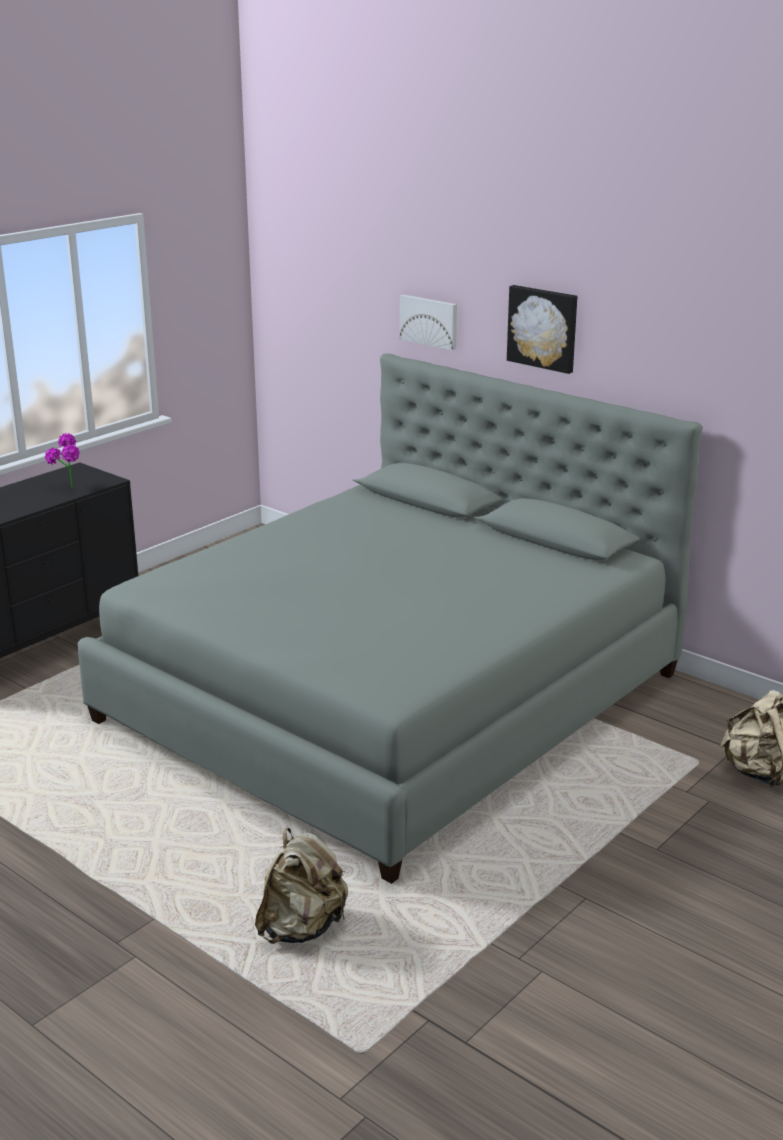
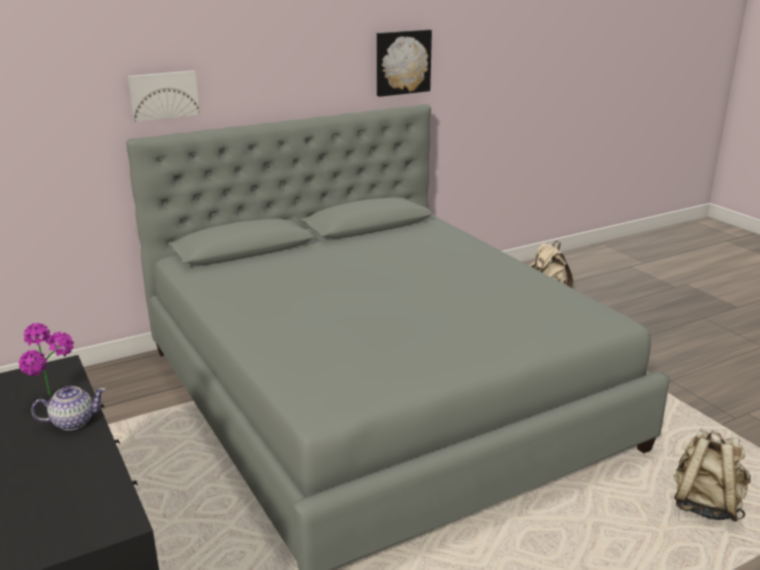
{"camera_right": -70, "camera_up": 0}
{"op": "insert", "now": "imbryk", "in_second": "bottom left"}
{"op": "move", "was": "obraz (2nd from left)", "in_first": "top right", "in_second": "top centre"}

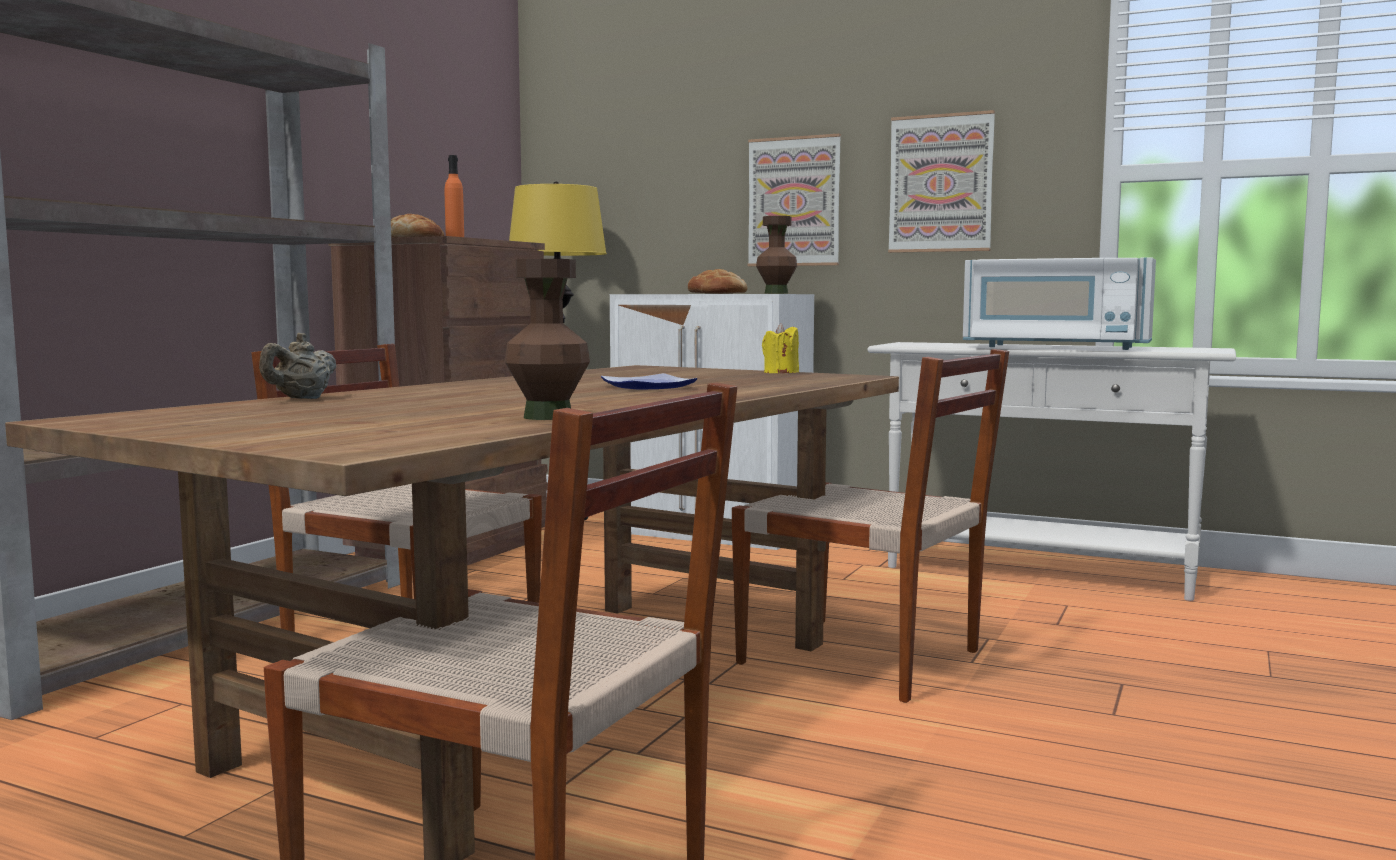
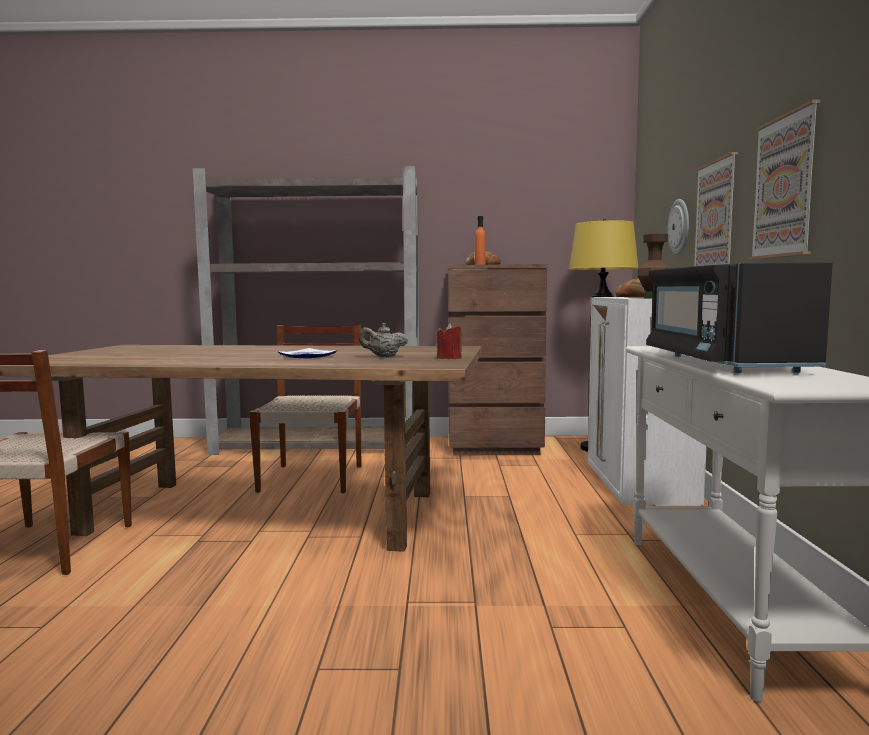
{"camera_right": 65, "camera_up": 0}
{"op": "move", "was": "imbryk (beżowy)", "in_first": "middle left", "in_second": "centre"}
{"op": "recolor", "was": "świeca (żółty)", "now": "świeca (czerwony)", "in_first": "centre", "in_second": "centre"}
{"op": "recolor", "was": "mikrofalówka (biały)", "now": "mikrofalówka (czarny)", "in_first": "middle right", "in_second": "middle right"}
{"op": "insert", "now": "zegar ścienny", "in_second": "top right"}
{"op": "delete", "was": "wazon (brązowy) (1st from left)", "in_first": "centre"}
{"op": "delete", "was": "krzesło (3rd from left)", "in_first": "centre"}

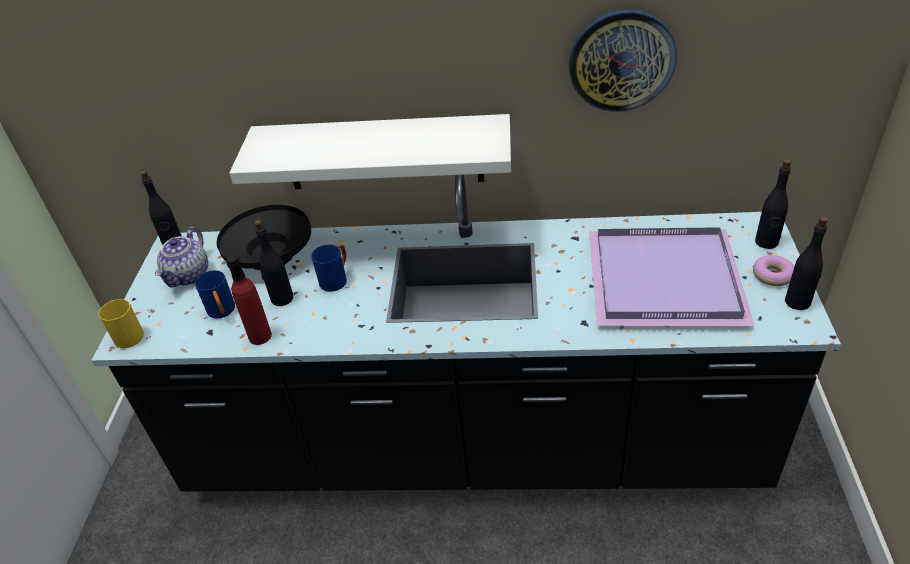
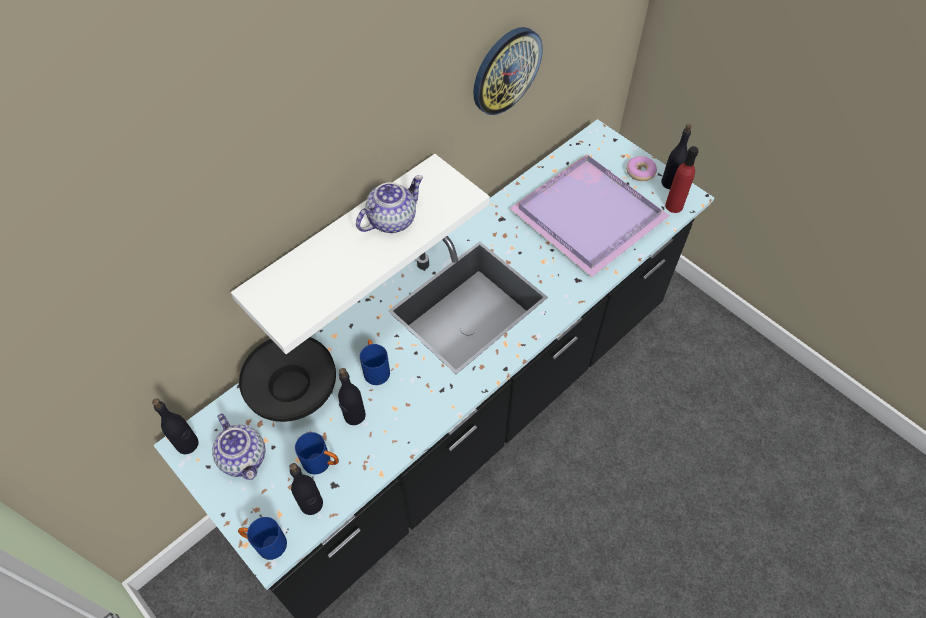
{"camera_right": -50, "camera_up": 15}
{"op": "recolor", "was": "kubek (żółty)", "now": "kubek (niebieski) (1st from left)", "in_first": "middle left", "in_second": "bottom left"}
{"op": "move", "was": "butelka (czarny) (3rd from left in the first image)", "now": "butelka (czarny) (2nd from left)", "in_first": "middle right", "in_second": "bottom left"}
{"op": "insert", "now": "imbryk (2nd from left)", "in_second": "top centre"}
{"op": "move", "was": "butelka (czerwony)", "in_first": "middle left", "in_second": "top right"}

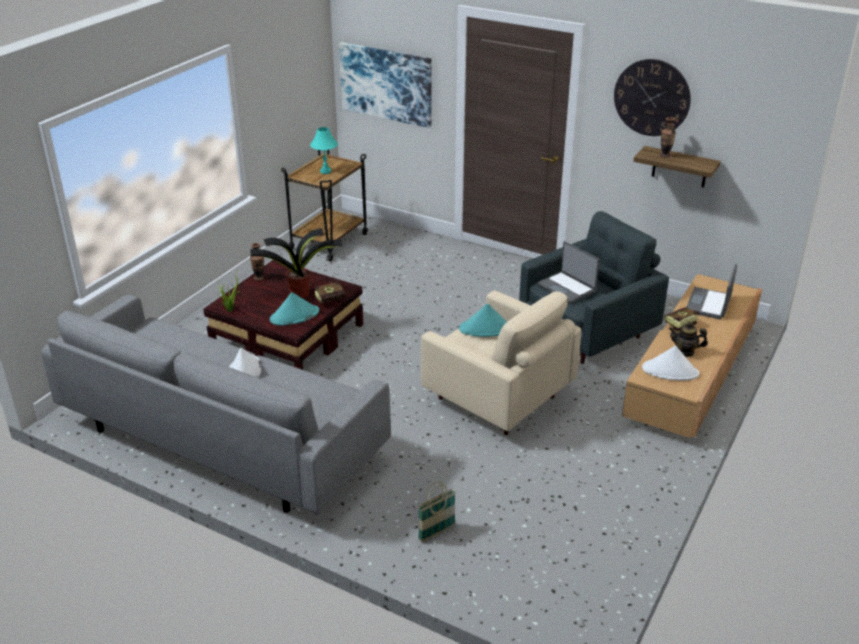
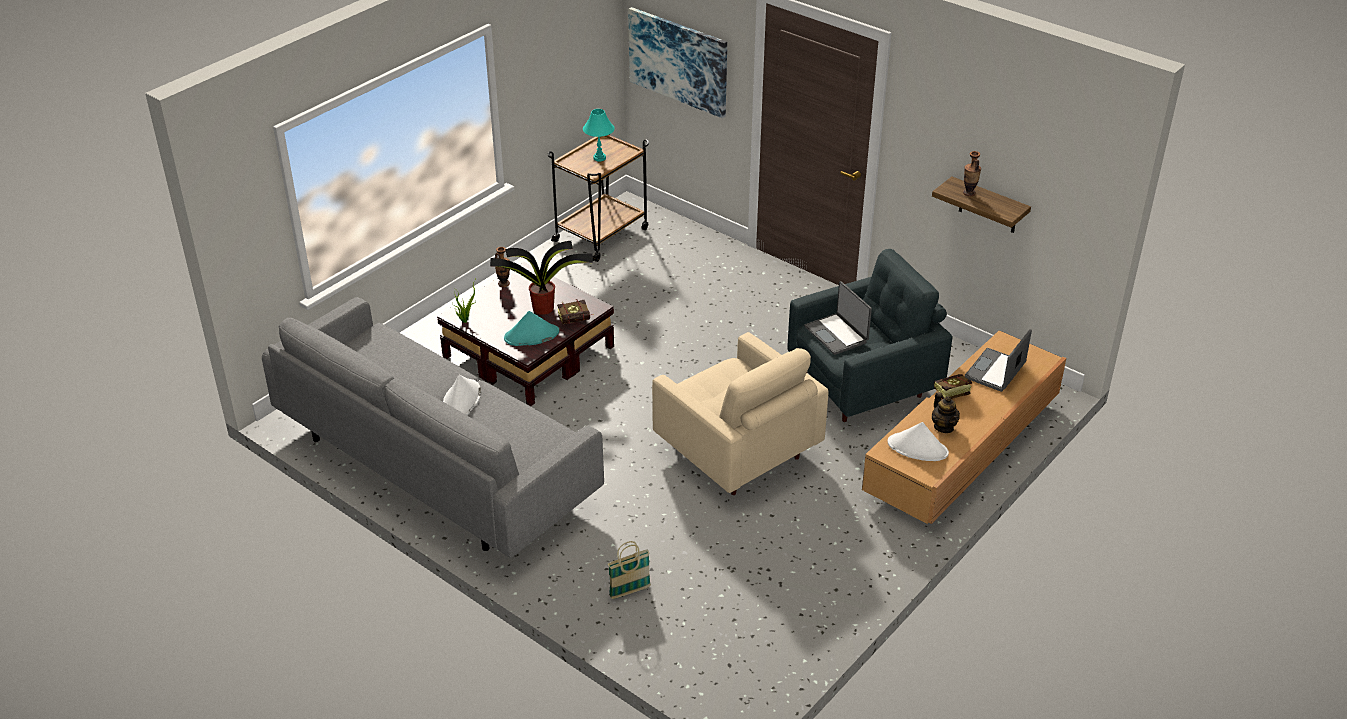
{"camera_right": 10, "camera_up": 5}
{"op": "rotate", "was": "imbryk", "in_first": "middle right", "in_second": "middle right", "clockwise": -135}
{"op": "delete", "was": "kapelusz (turkusowy) (2nd from left)", "in_first": "centre"}
{"op": "delete", "was": "zegar ścienny", "in_first": "top right"}

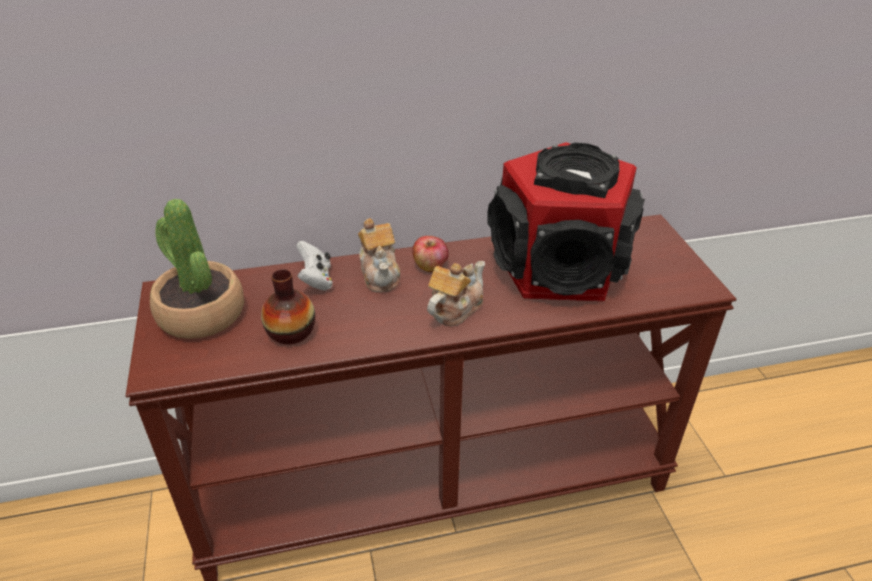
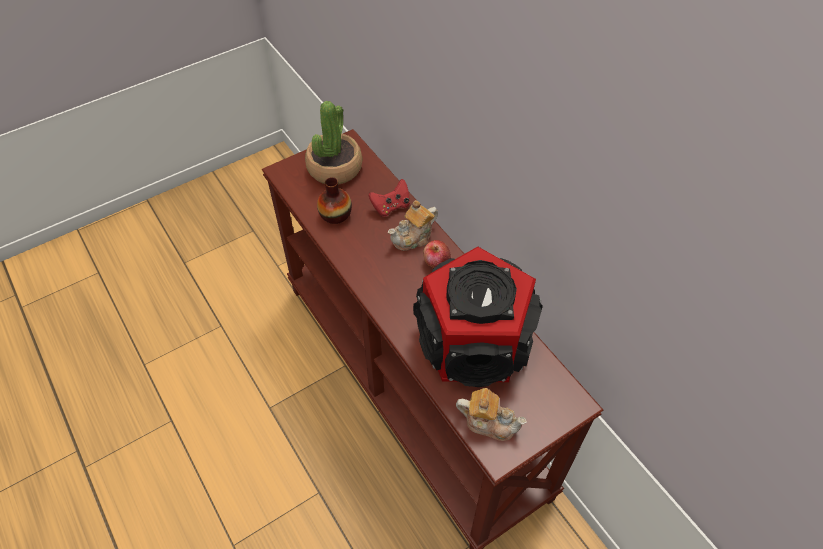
{"camera_right": 70, "camera_up": 15}
{"op": "recolor", "was": "pad do gier (biały)", "now": "pad do gier (czerwony)", "in_first": "centre", "in_second": "centre"}
{"op": "move", "was": "imbryk (2nd from left)", "in_first": "centre", "in_second": "bottom centre"}

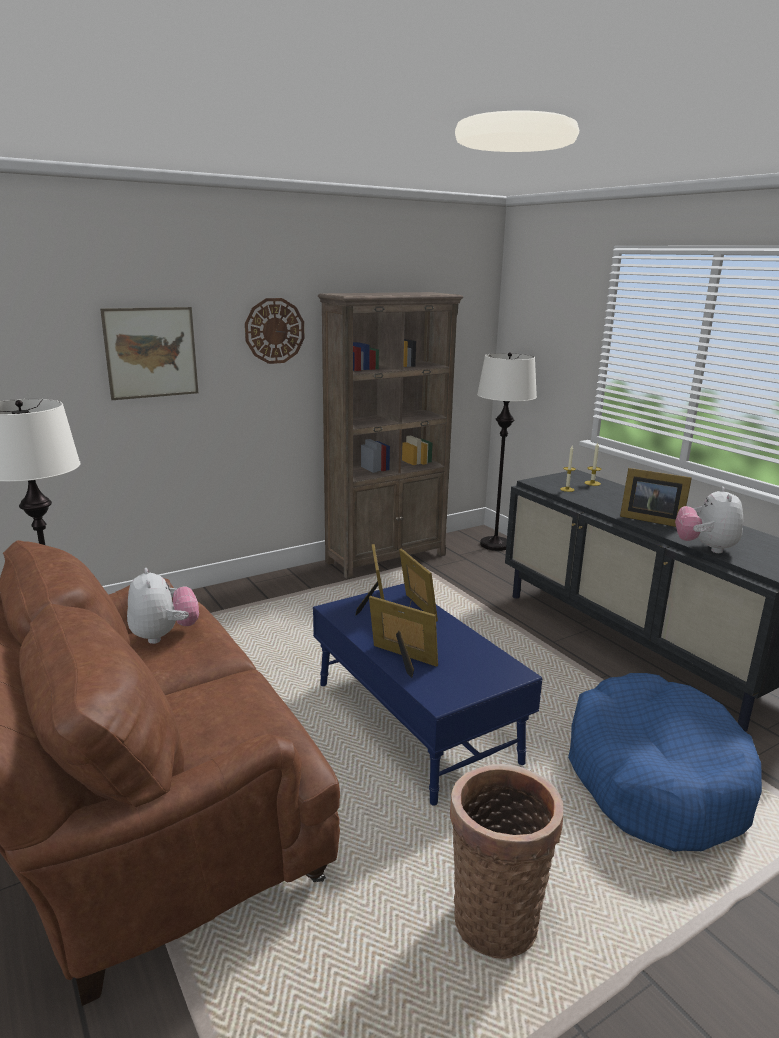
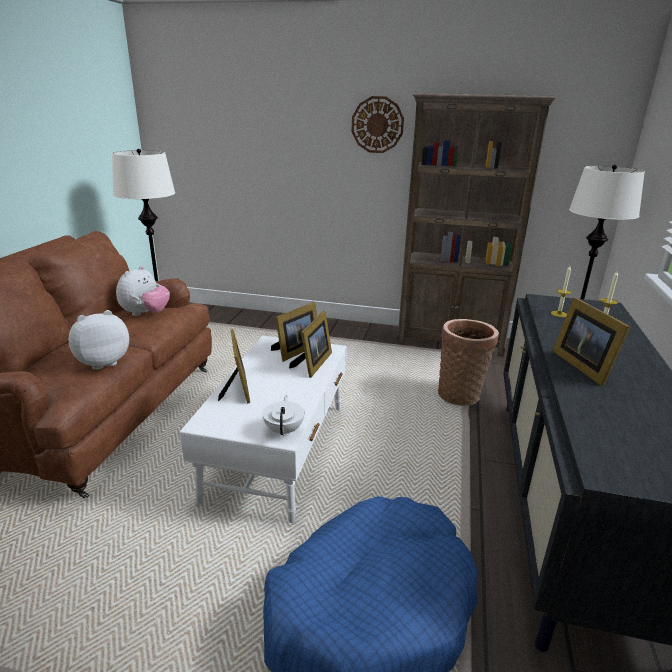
{"camera_right": 45, "camera_up": 5}
{"op": "move", "was": "pluszak (2nd from left in the first image)", "now": "pluszak (1st from left)", "in_first": "middle right", "in_second": "middle left"}
{"op": "recolor", "was": "ława (niebieski)", "now": "ława (biały)", "in_first": "bottom centre", "in_second": "centre"}
{"op": "insert", "now": "imbryk (biały)", "in_second": "centre"}
{"op": "move", "was": "koszyk", "in_first": "bottom centre", "in_second": "middle right"}
{"op": "delete", "was": "obraz", "in_first": "middle left"}

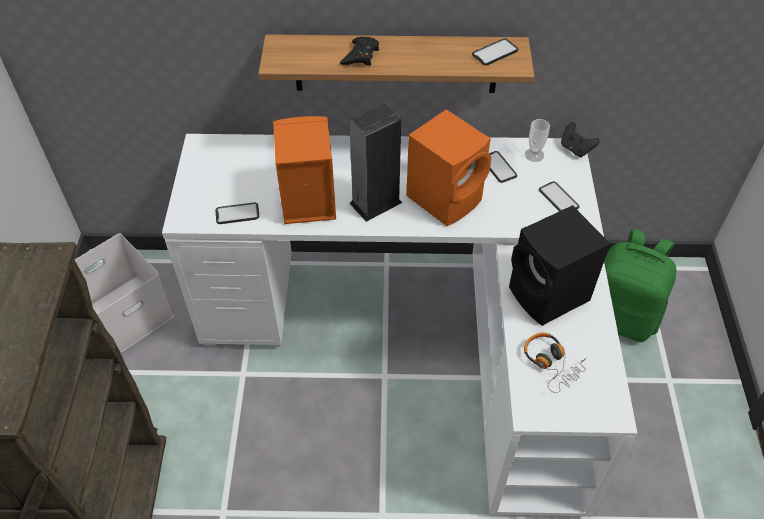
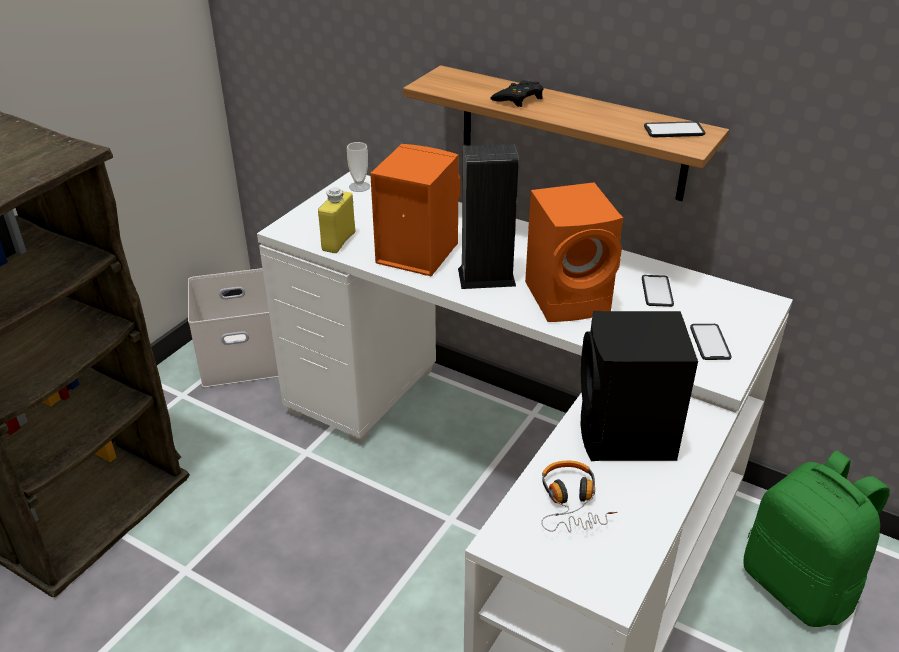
{"camera_right": 30, "camera_up": -15}
{"op": "replace", "was": "telefon (1st from left)", "now": "butelka (żółty)", "in_first": "middle left", "in_second": "centre"}
{"op": "move", "was": "filiżanka", "in_first": "top right", "in_second": "top centre"}
{"op": "delete", "was": "pad do gier (czarny) (2nd from left)", "in_first": "top right"}

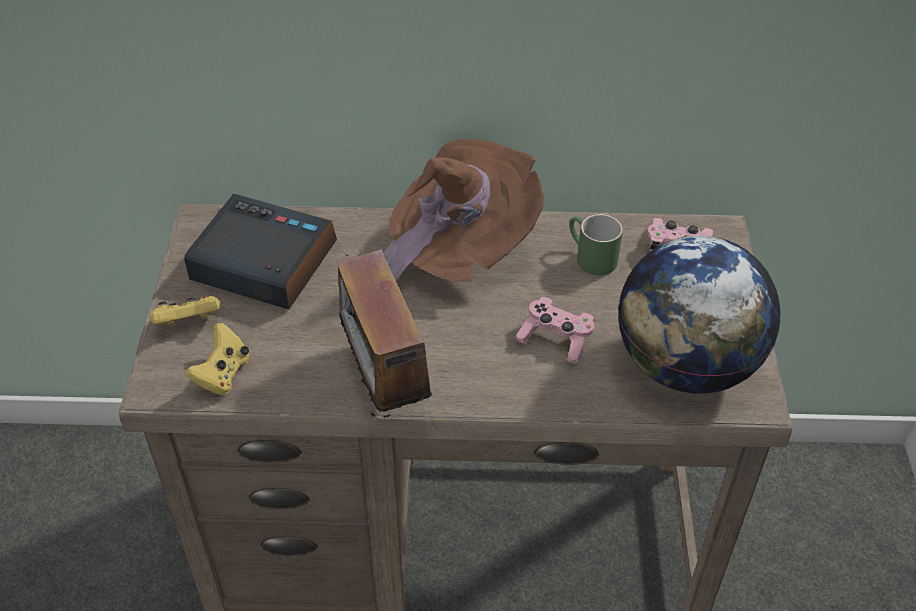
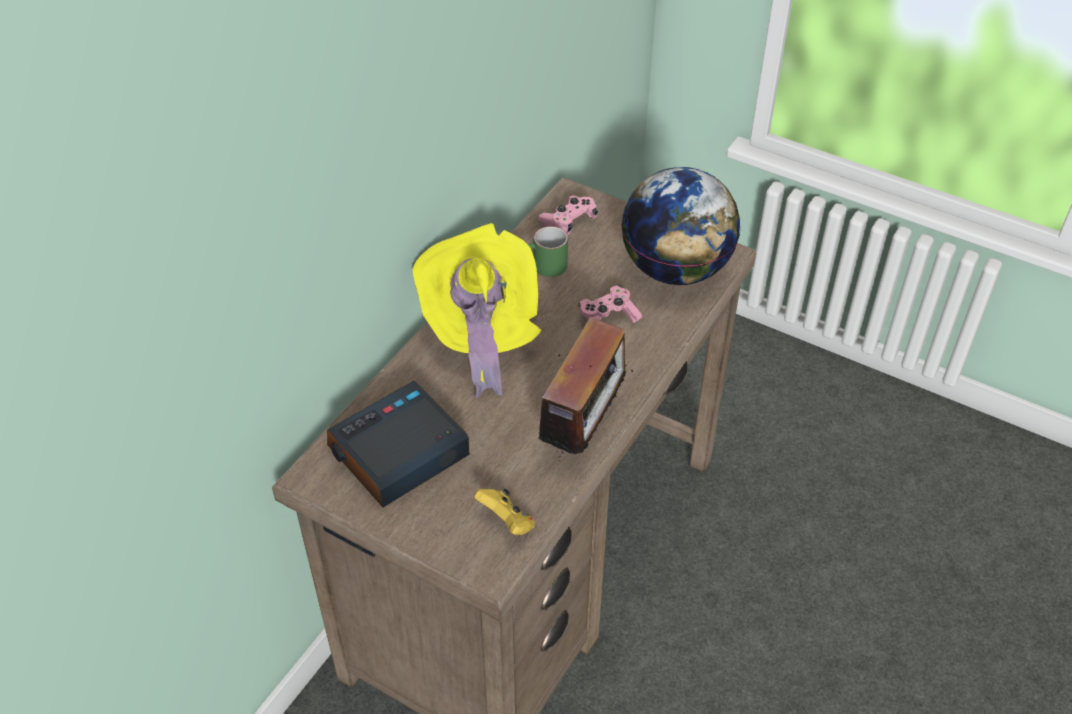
{"camera_right": -60, "camera_up": 0}
{"op": "recolor", "was": "kapelusz (brązowy)", "now": "kapelusz (żółty)", "in_first": "centre", "in_second": "centre"}
{"op": "rotate", "was": "radio", "in_first": "centre", "in_second": "centre", "clockwise": -75}
{"op": "delete", "was": "pad do gier (żółty) (1st from left)", "in_first": "middle left"}

